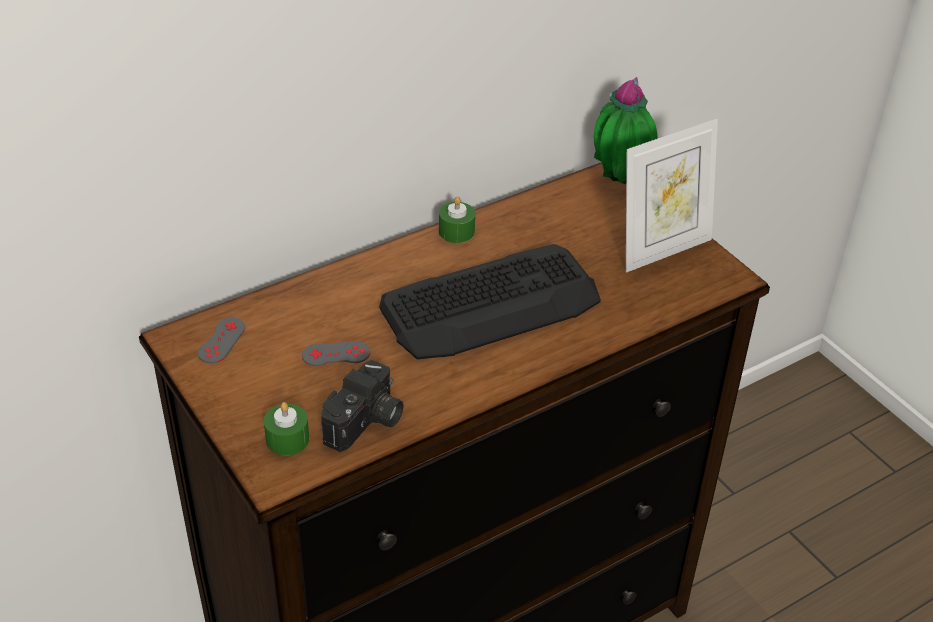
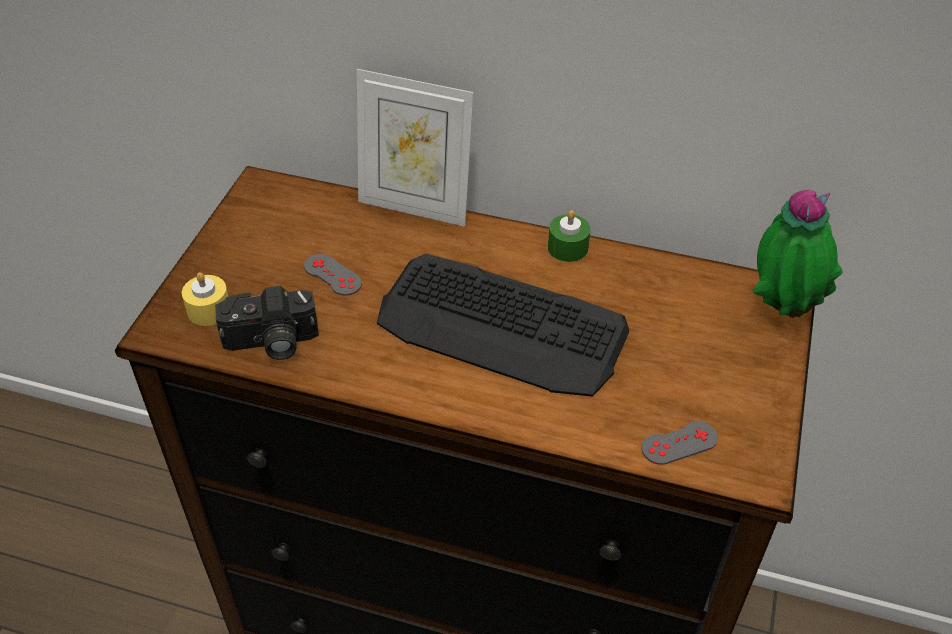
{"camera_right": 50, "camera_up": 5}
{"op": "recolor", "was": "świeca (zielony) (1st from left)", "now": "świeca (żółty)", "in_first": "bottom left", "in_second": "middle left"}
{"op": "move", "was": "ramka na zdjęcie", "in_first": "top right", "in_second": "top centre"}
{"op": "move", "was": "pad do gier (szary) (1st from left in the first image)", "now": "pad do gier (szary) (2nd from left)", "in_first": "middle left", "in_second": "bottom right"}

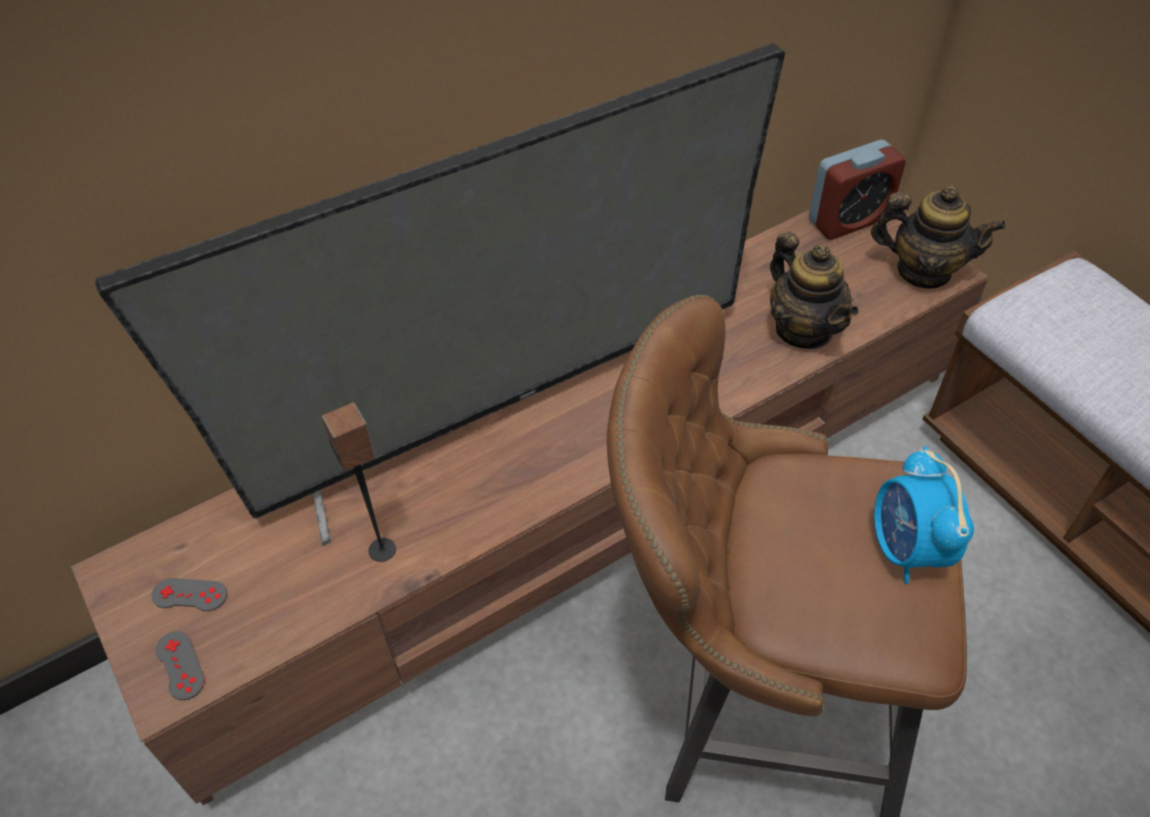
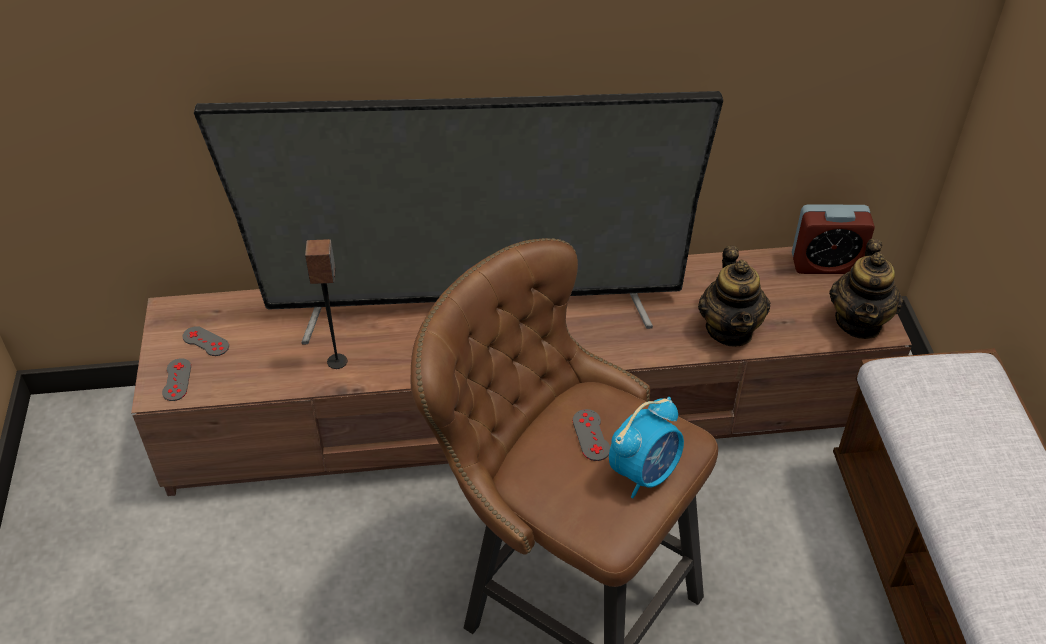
{"camera_right": 25, "camera_up": -5}
{"op": "insert", "now": "pad do gier (szary) (3rd from left)", "in_second": "bottom centre"}
{"op": "rotate", "was": "budzik (2nd from left in the first image)", "in_first": "middle right", "in_second": "bottom centre", "clockwise": -150}
{"op": "rotate", "was": "imbryk (2nd from left)", "in_first": "top right", "in_second": "middle right", "clockwise": 60}

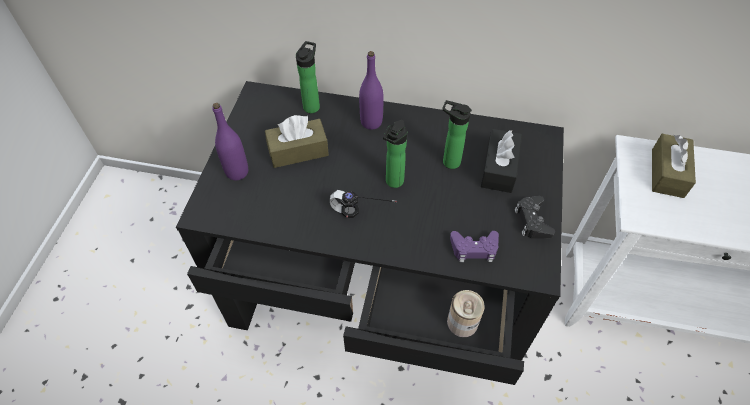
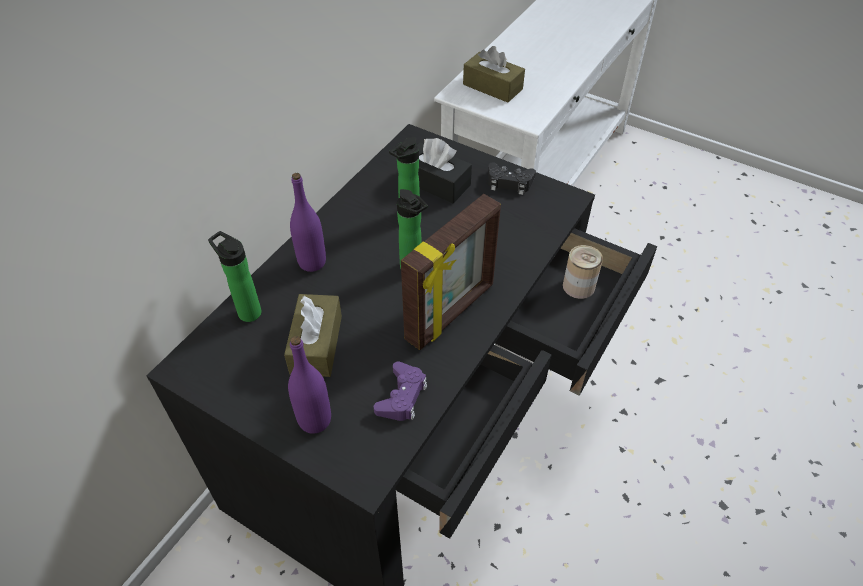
{"camera_right": -70, "camera_up": -5}
{"op": "move", "was": "pad do gier (fioletowy)", "in_first": "centre", "in_second": "bottom centre"}
{"op": "replace", "was": "słuchawki", "now": "ramka na zdjęcie", "in_first": "centre", "in_second": "centre"}

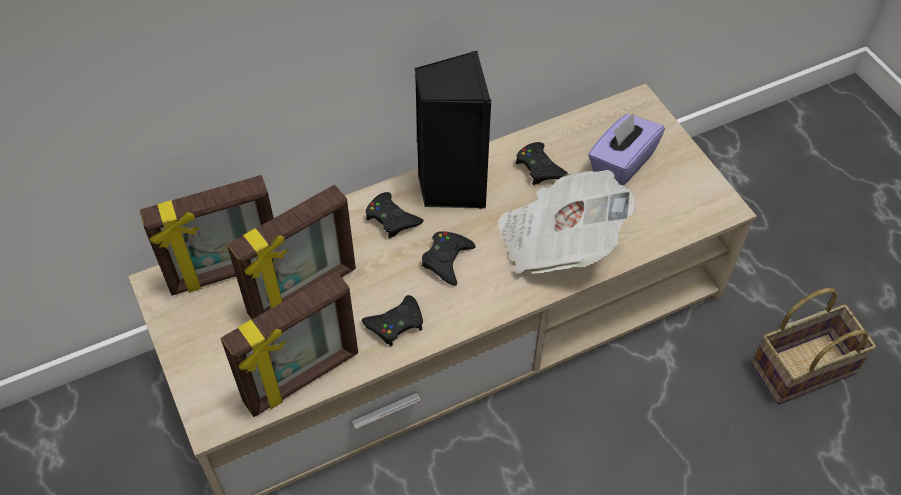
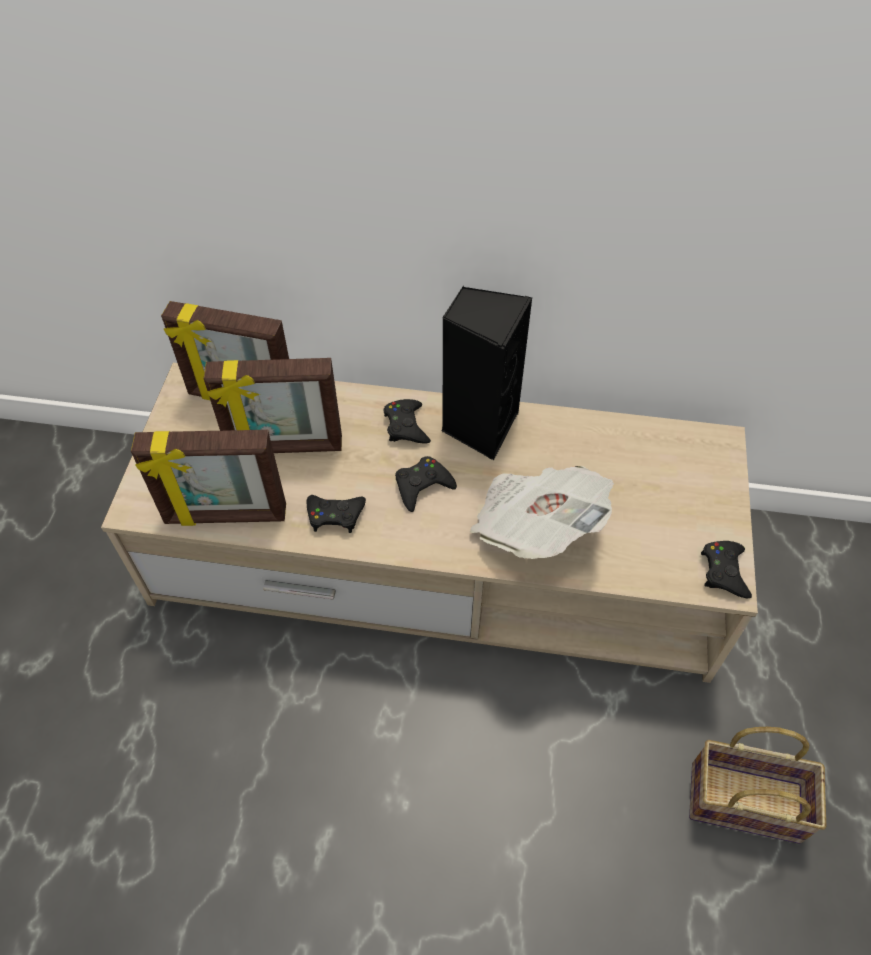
{"camera_right": 35, "camera_up": 0}
{"op": "move", "was": "pad do gier (czarny) (4th from left)", "in_first": "top centre", "in_second": "middle right"}
{"op": "delete", "was": "pudełko chusteczek (fioletowy)", "in_first": "top right"}

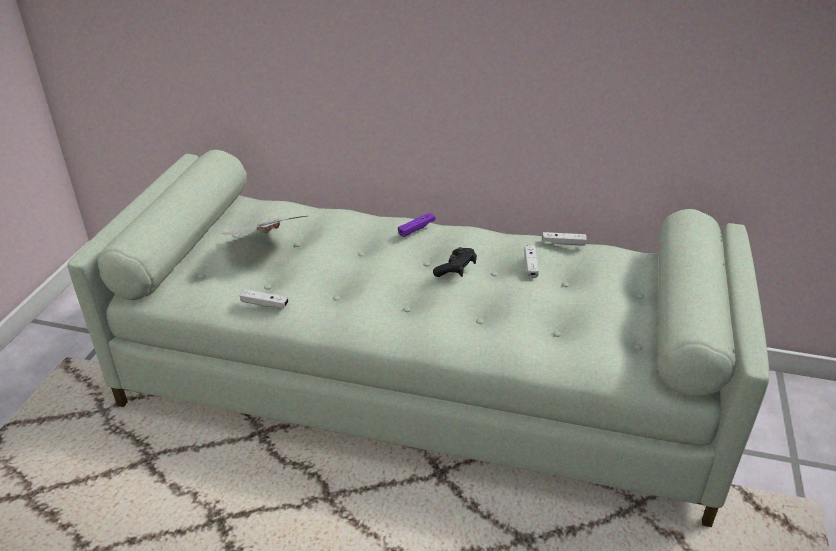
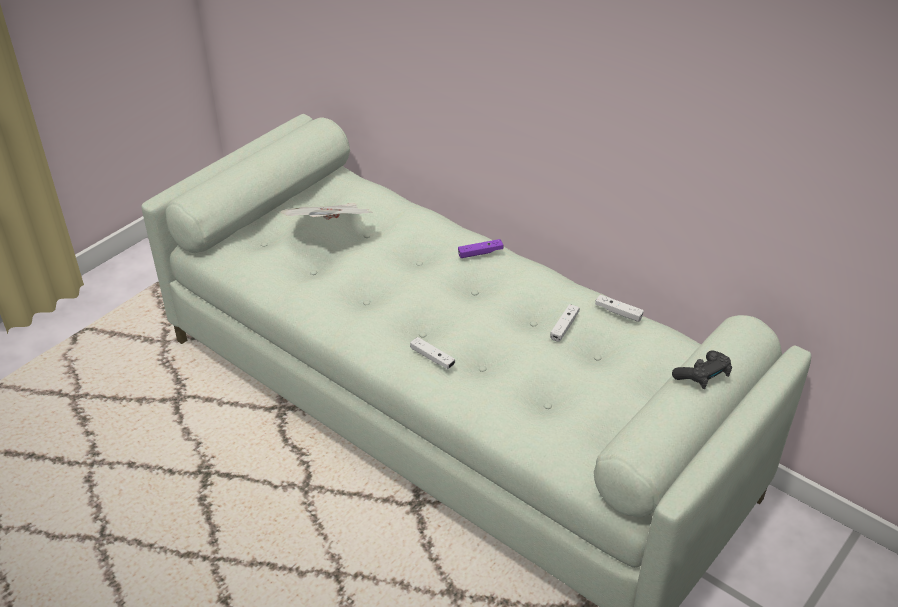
{"camera_right": 25, "camera_up": 5}
{"op": "move", "was": "pad do gier (biały) (1st from left)", "in_first": "middle left", "in_second": "centre"}
{"op": "move", "was": "pad do gier (czarny)", "in_first": "centre", "in_second": "middle right"}

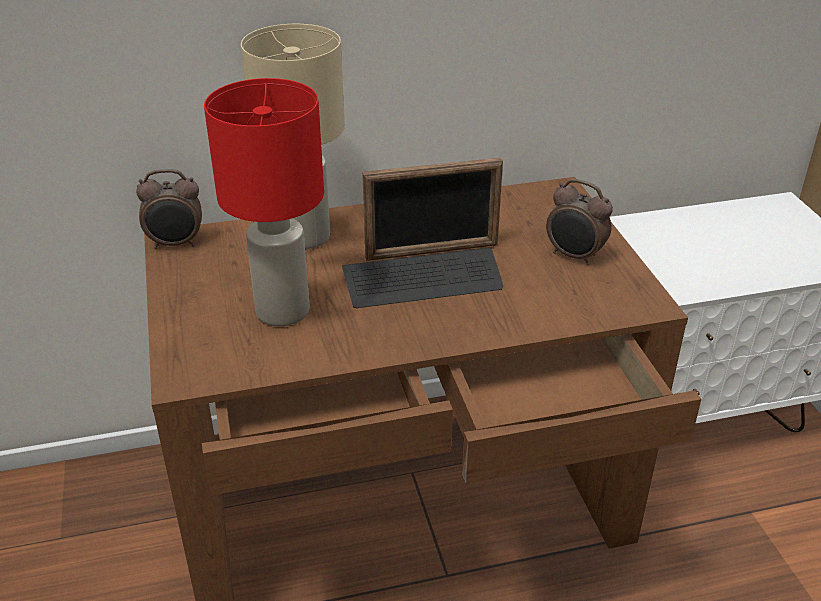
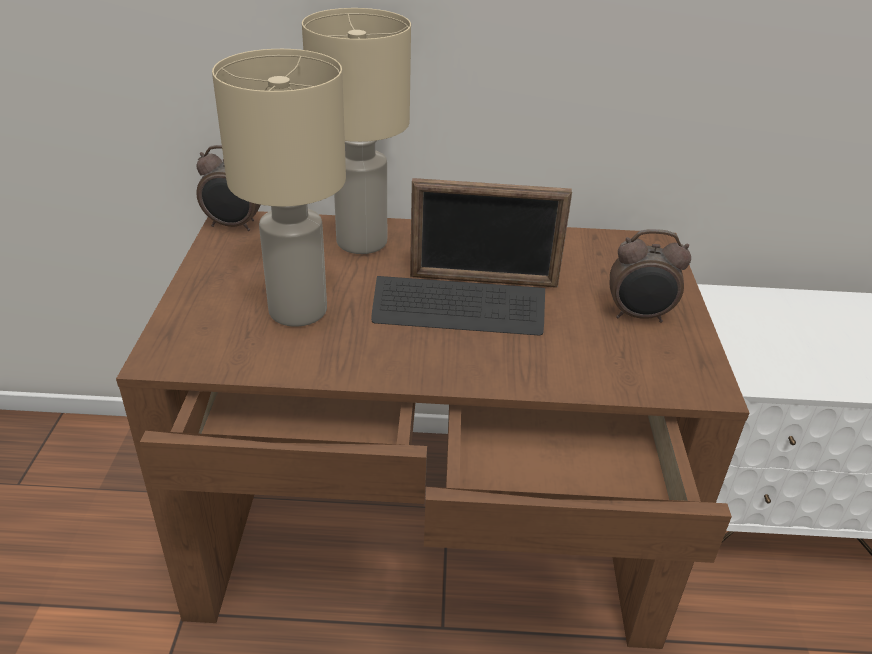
{"camera_right": 15, "camera_up": 0}
{"op": "recolor", "was": "lampa stołowa (czerwony)", "now": "lampa stołowa (beżowy) (1st from left)", "in_first": "middle left", "in_second": "top left"}
{"op": "rotate", "was": "budzik (2nd from left)", "in_first": "middle right", "in_second": "middle right", "clockwise": -45}

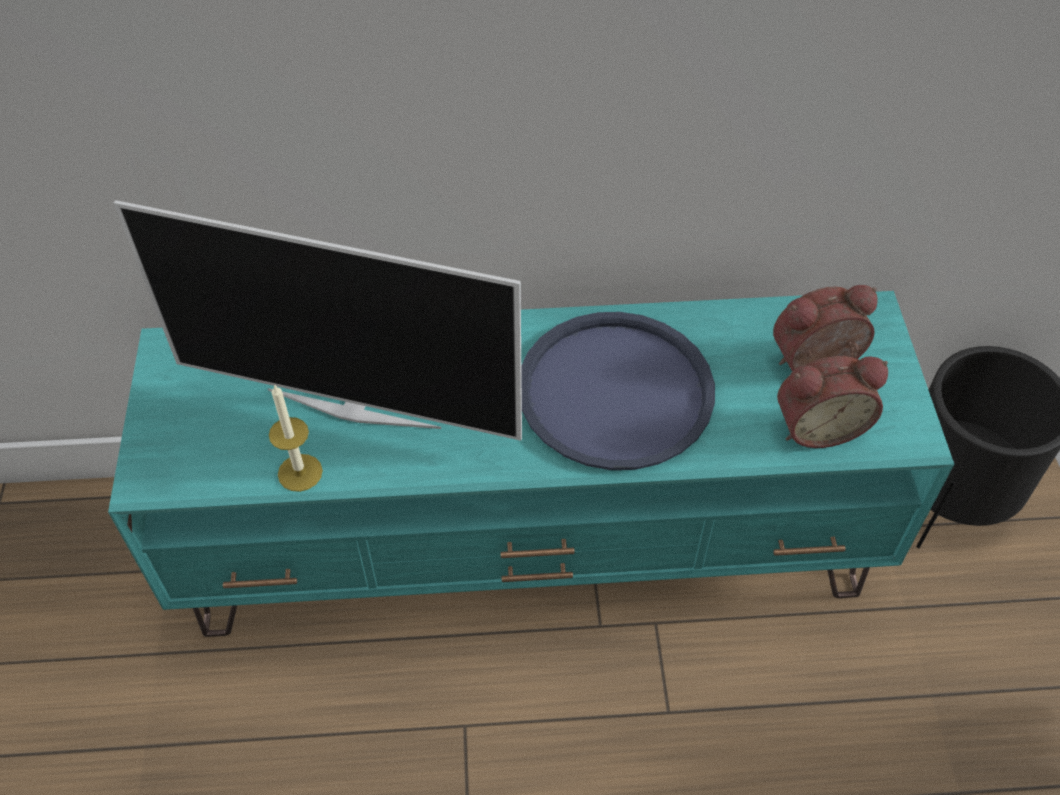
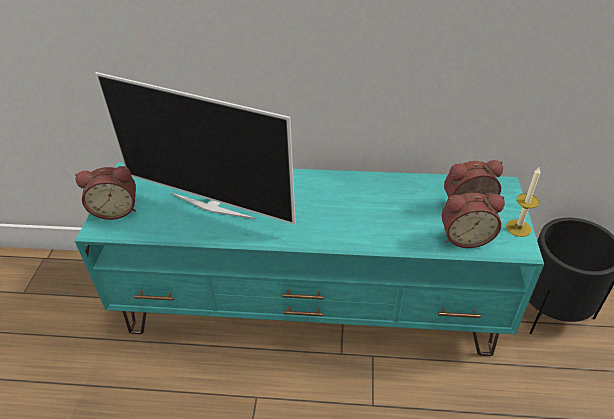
{"camera_right": 10, "camera_up": -10}
{"op": "insert", "now": "budzik (1st from left)", "in_second": "middle left"}
{"op": "move", "was": "świeca", "in_first": "middle left", "in_second": "middle right"}
{"op": "delete", "was": "taca (niebieski)", "in_first": "centre"}

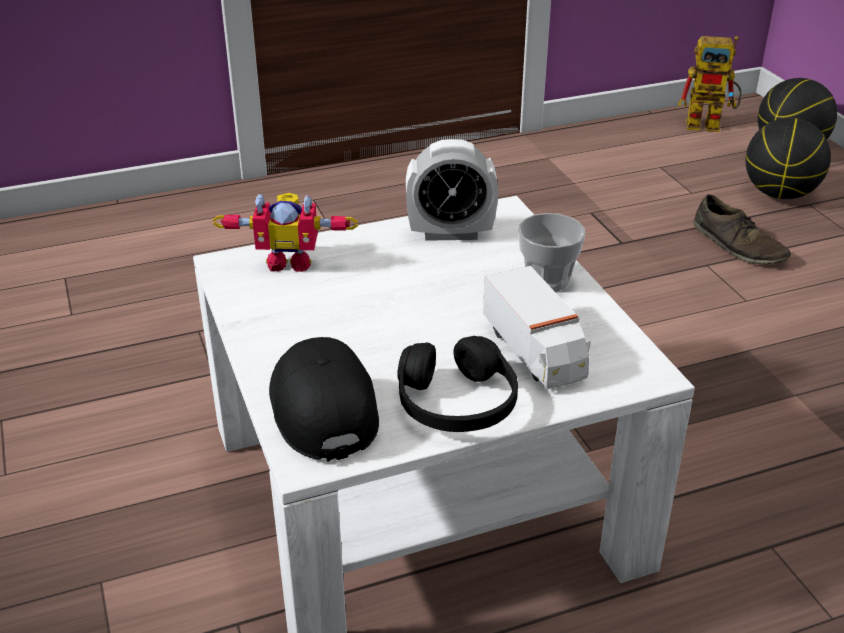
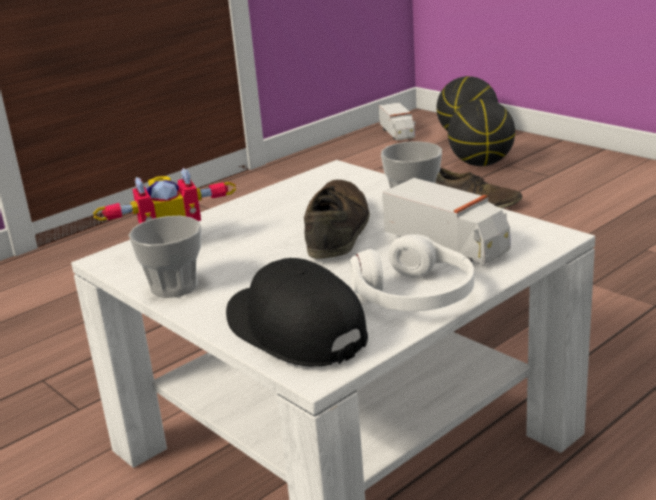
{"camera_right": -20, "camera_up": -10}
{"op": "insert", "now": "filiżanka (1st from left)", "in_second": "middle left"}
{"op": "insert", "now": "but (brązowy) (1st from left)", "in_second": "centre"}
{"op": "recolor", "was": "słuchawki (czarny)", "now": "słuchawki (biały)", "in_first": "centre", "in_second": "centre"}
{"op": "replace", "was": "robot zabawkowy (2nd from left)", "now": "ciężarówka zabawkowa (1st from left)", "in_first": "top right", "in_second": "top centre"}
{"op": "delete", "was": "budzik", "in_first": "top centre"}

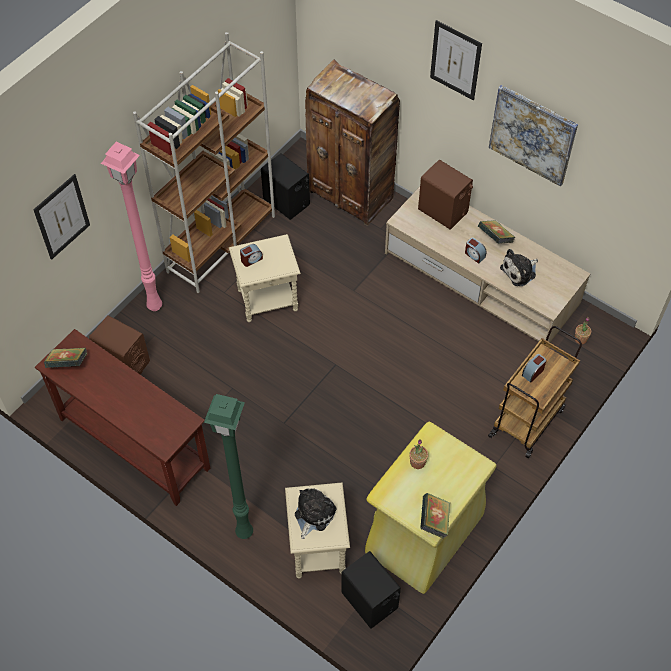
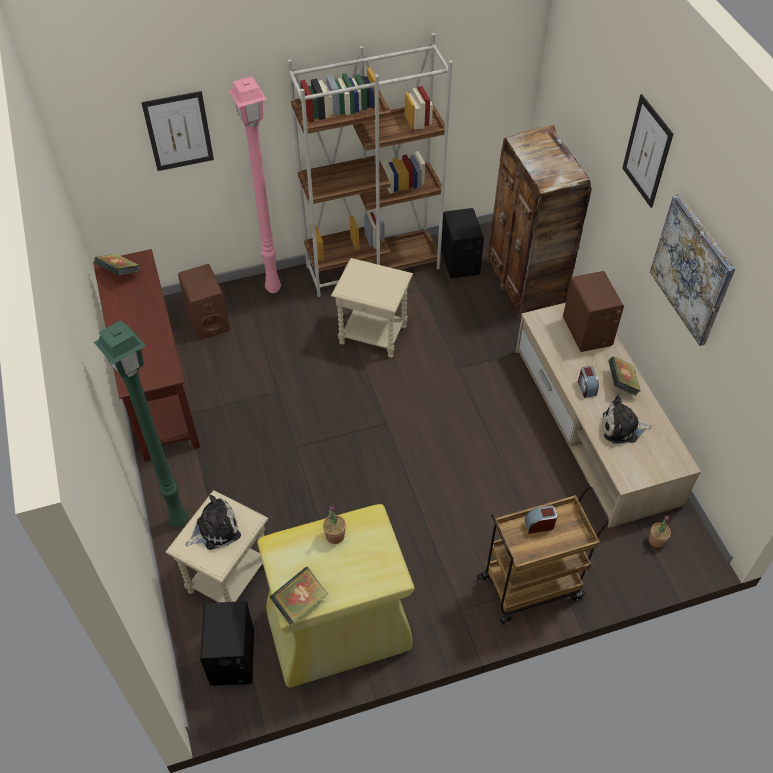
{"camera_right": 35, "camera_up": -5}
{"op": "delete", "was": "budzik (1st from left)", "in_first": "centre"}

